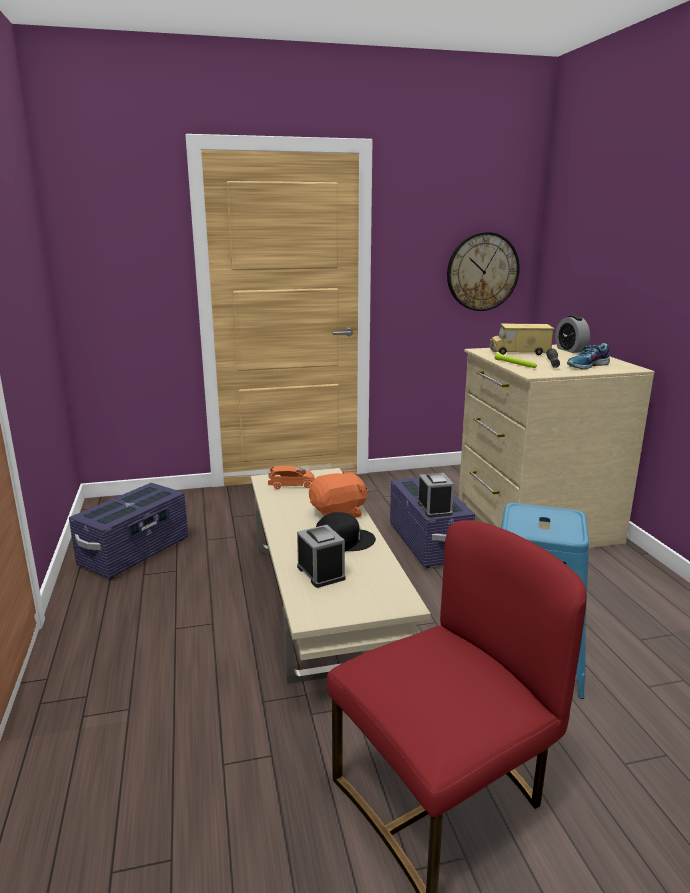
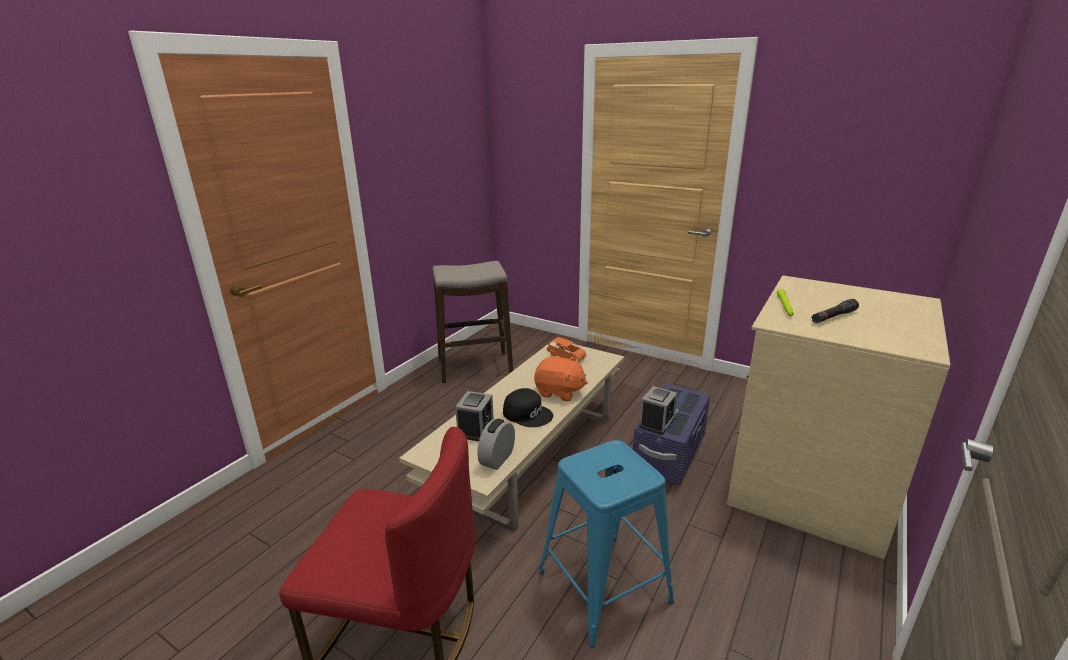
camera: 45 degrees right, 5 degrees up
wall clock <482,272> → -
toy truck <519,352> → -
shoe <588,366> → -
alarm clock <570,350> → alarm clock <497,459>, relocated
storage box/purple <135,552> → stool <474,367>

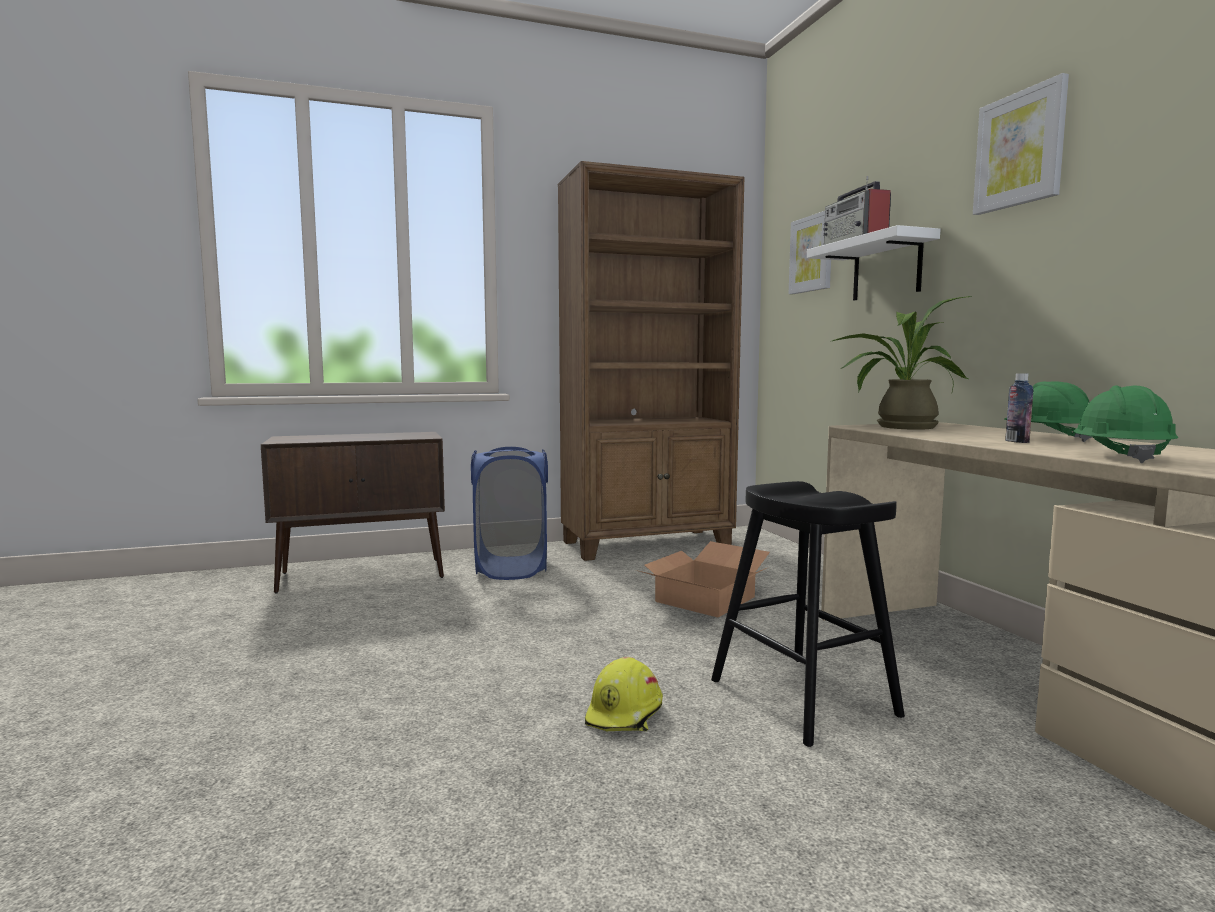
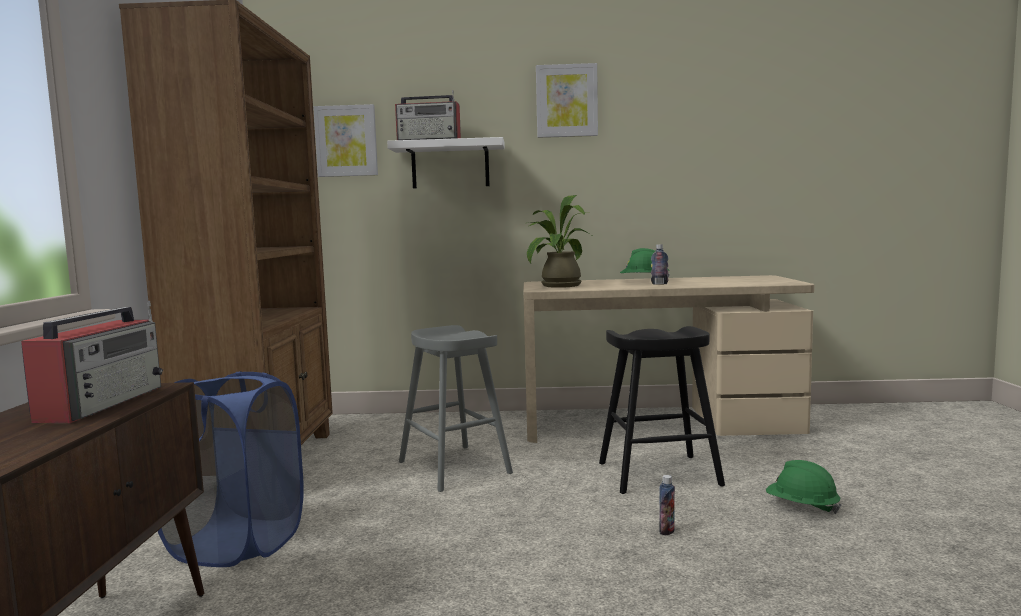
camera: 70 degrees left, 0 degrees up
- → radio <103,403>
hard hat/green <1120,457> → hard hat/green <801,507>, relocated
hard hat/yellow <625,714> → bottle <667,531>
cardboard box <704,598> → stool/grey <454,467>

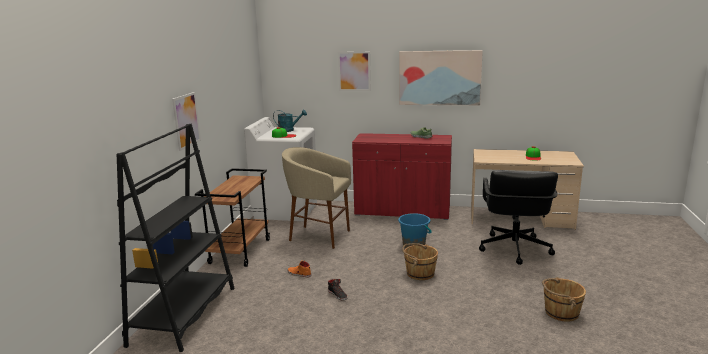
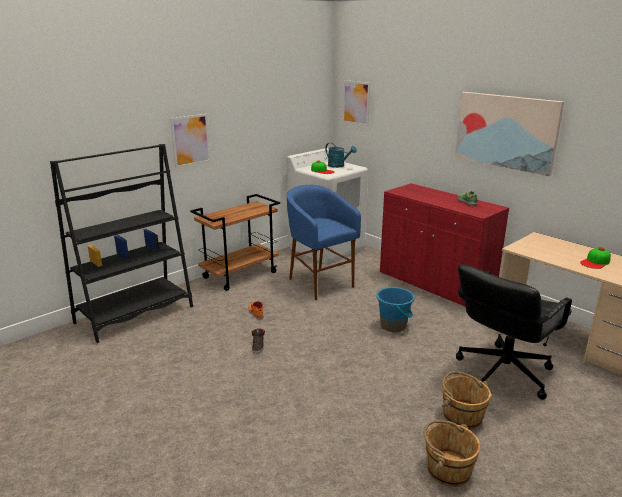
camera: 35 degrees right, 5 degrees up
picture <354,71> → picture <356,103>, relocated
bucket/brown <419,273> → bucket/brown <462,416>, relocated
stool/beige <319,236> → stool/blue <319,283>

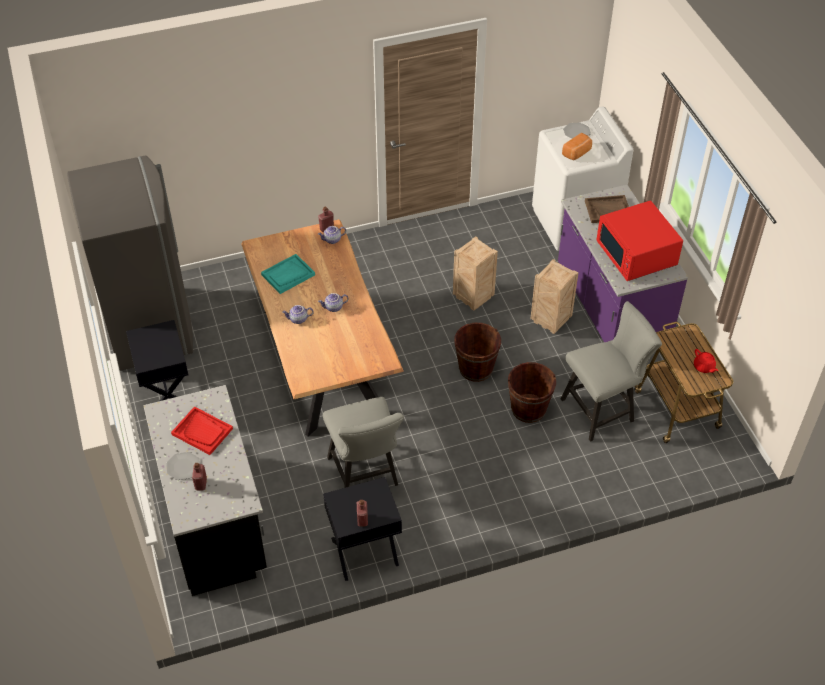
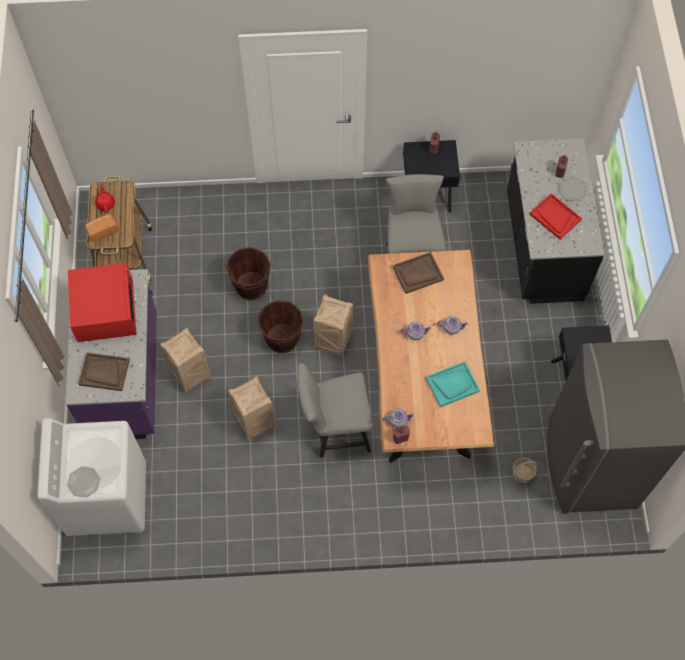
camera: 165 degrees left, 15 degrees up
- → crate <333,340>
- → tray/brown <418,273>
- → basket <522,473>
chair/grey <602,409> → chair/grey <335,430>, relocated
bread <577,153> → bread <102,231>, relocated

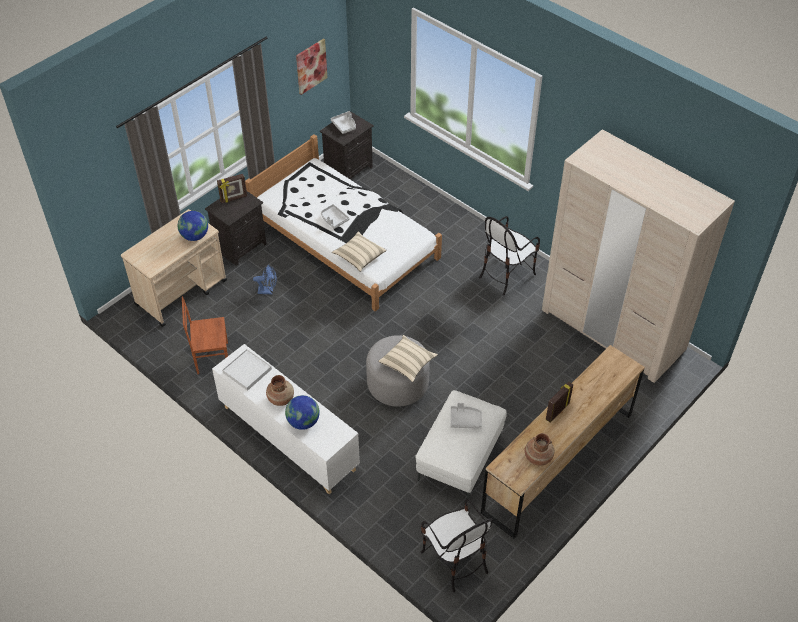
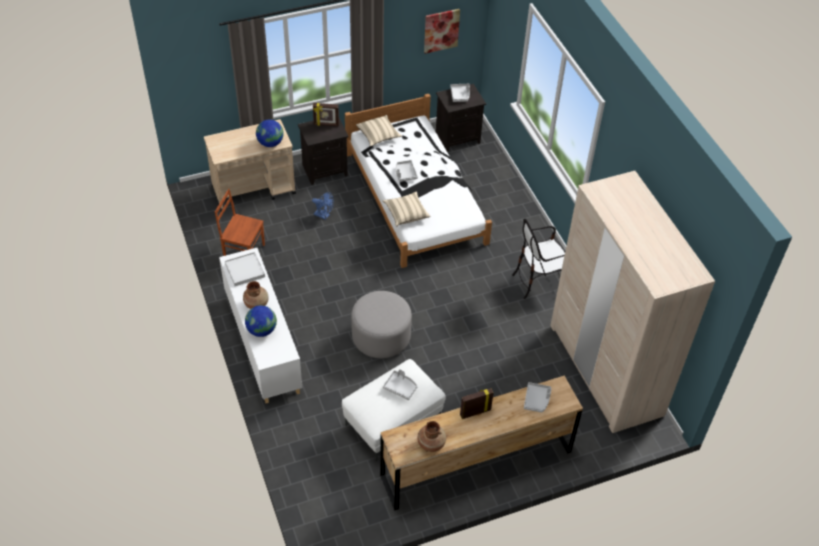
camera: 25 degrees right, 0 degrees up
chair <454,560> → -
- → tray/grey <537,400>
pillow/beige <407,363> → pillow/beige <378,136>, relocated

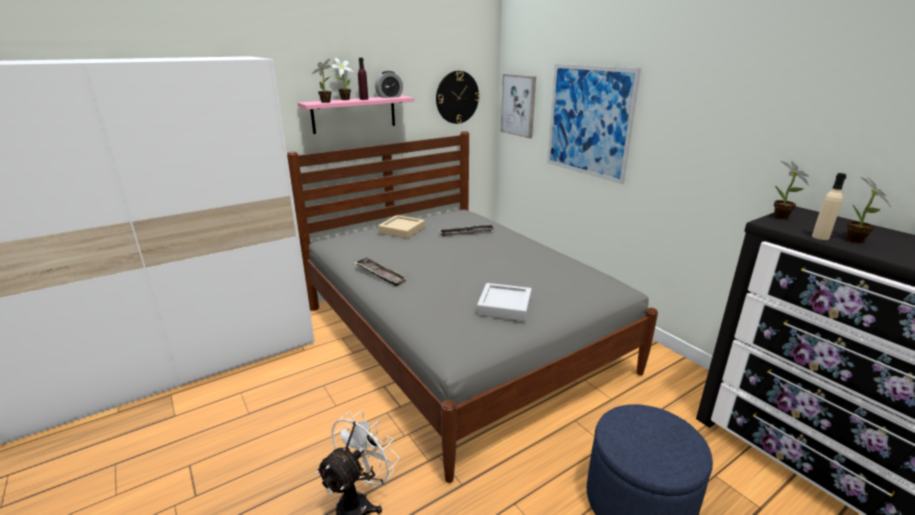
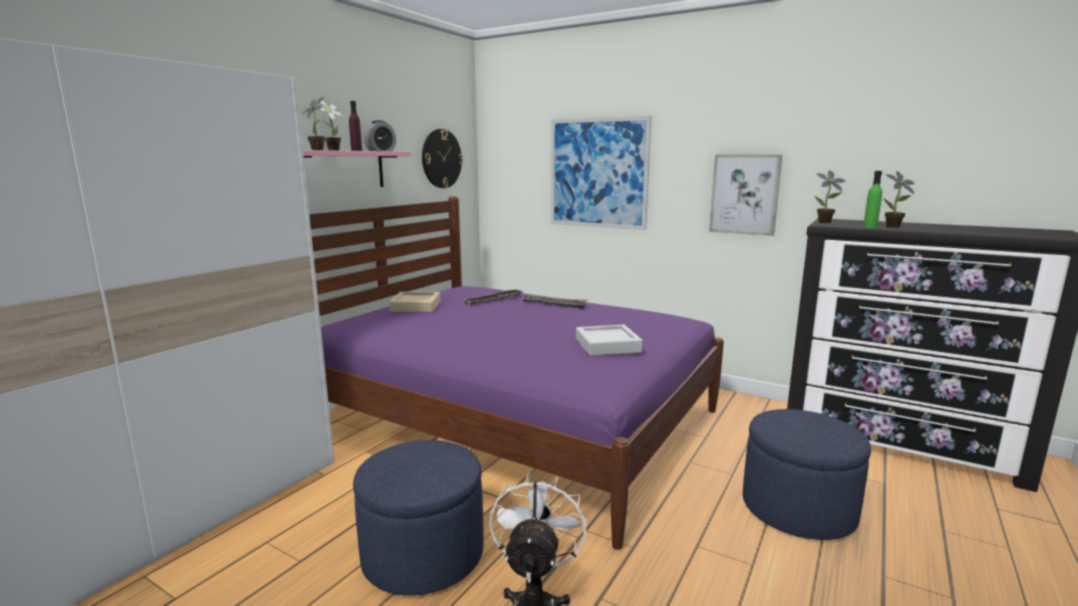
camera: 25 degrees left, 10 degrees down
- → ottoman/blue <423,554>
tray <380,274> → tray <554,305>, relocated
picture <518,105> → picture <744,194>, relocated
bed/grey <458,338> → bed/purple <512,421>
bottle/beige <820,237> → bottle/green <870,227>

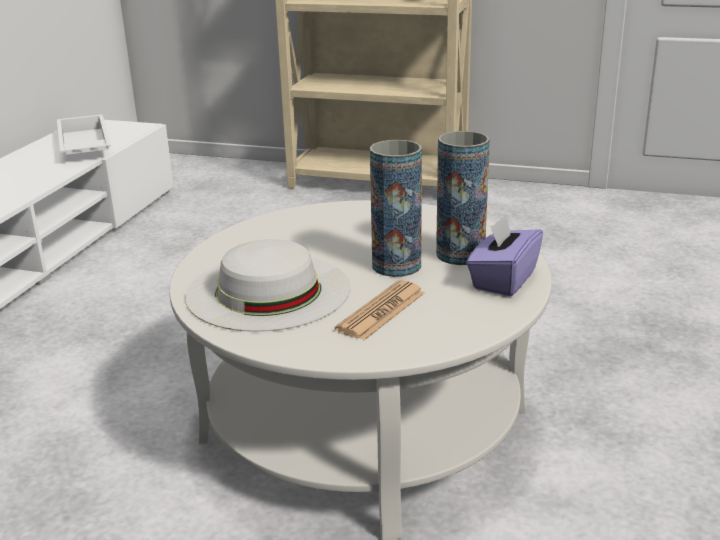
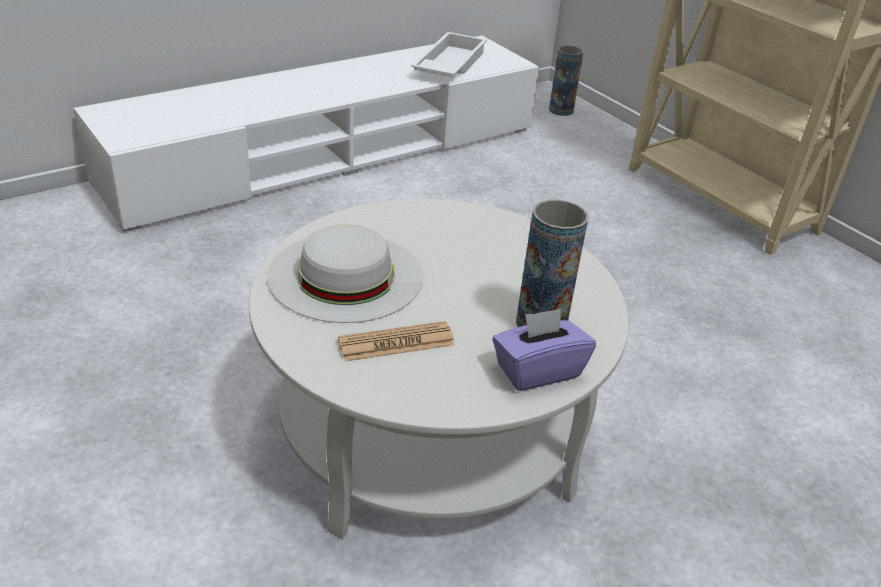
camera: 35 degrees right, 10 degrees up
vase <396,265> → vase <561,110>, relocated

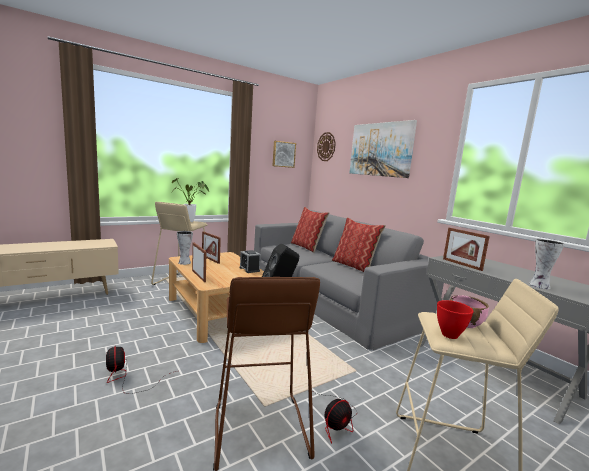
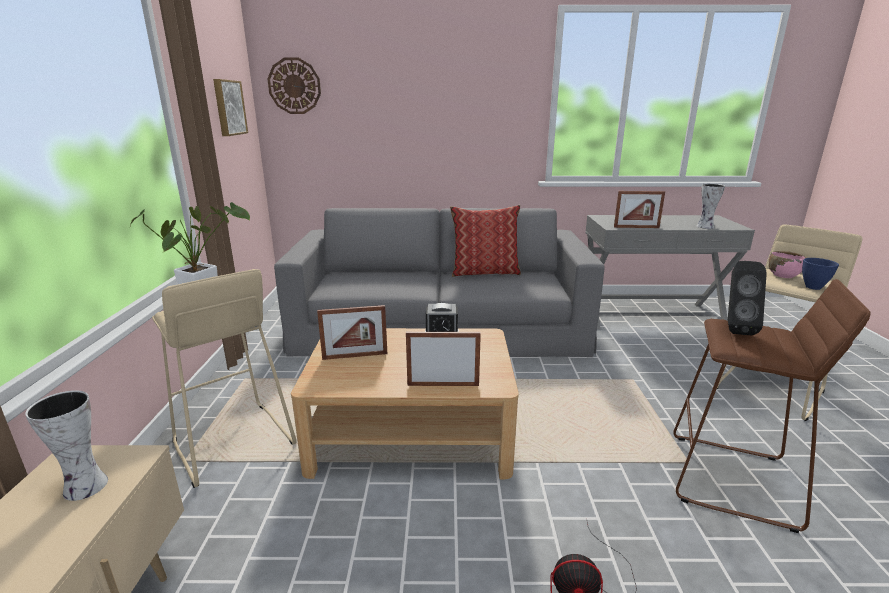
camera: 55 degrees left, 10 degrees up
pillow <307,247> → -
fan <336,421> → -
picture <380,149> → -
vase <184,262> → vase <83,487>, relocated
bowl/red <448,334> → bowl/blue <812,287>

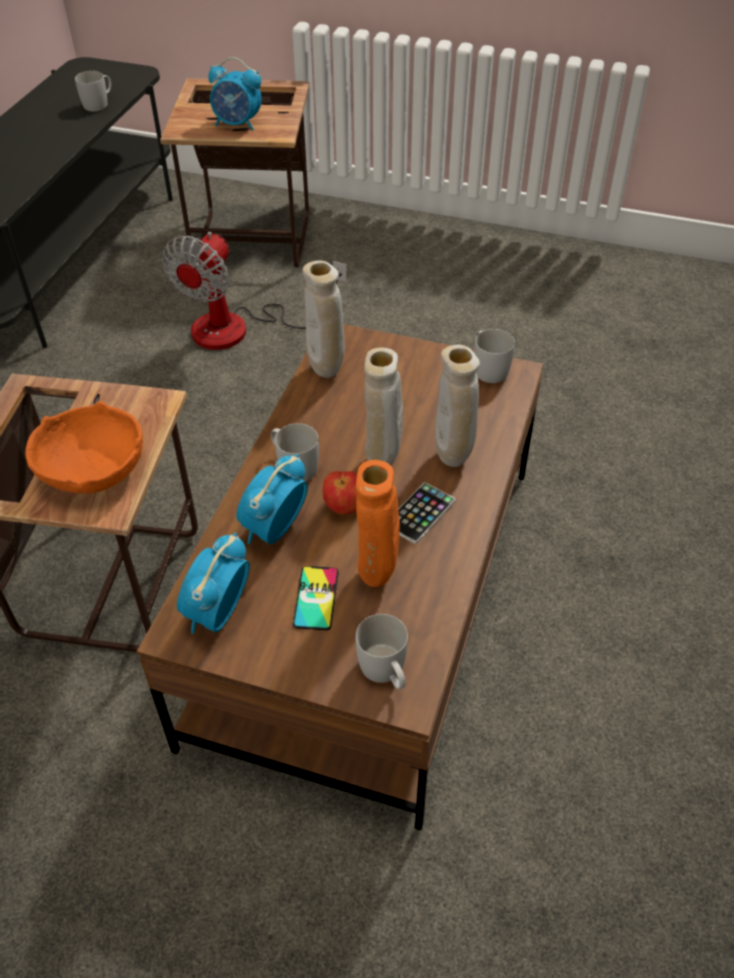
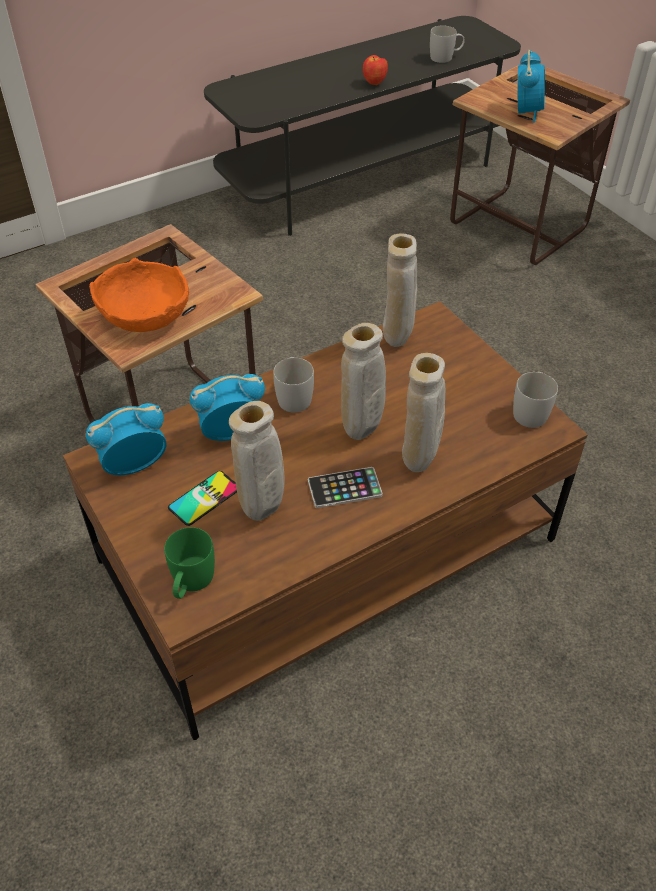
camera: 40 degrees right, 0 degrees up
fan <240,328> → -
apple <344,508> → apple <374,83>, relocated
vase/orange <377,576> → vase/beige <262,512>
mug/white <386,672> → mug/green <190,583>
alarm clock <238,124> → alarm clock <526,112>, 135 degrees counterclockwise

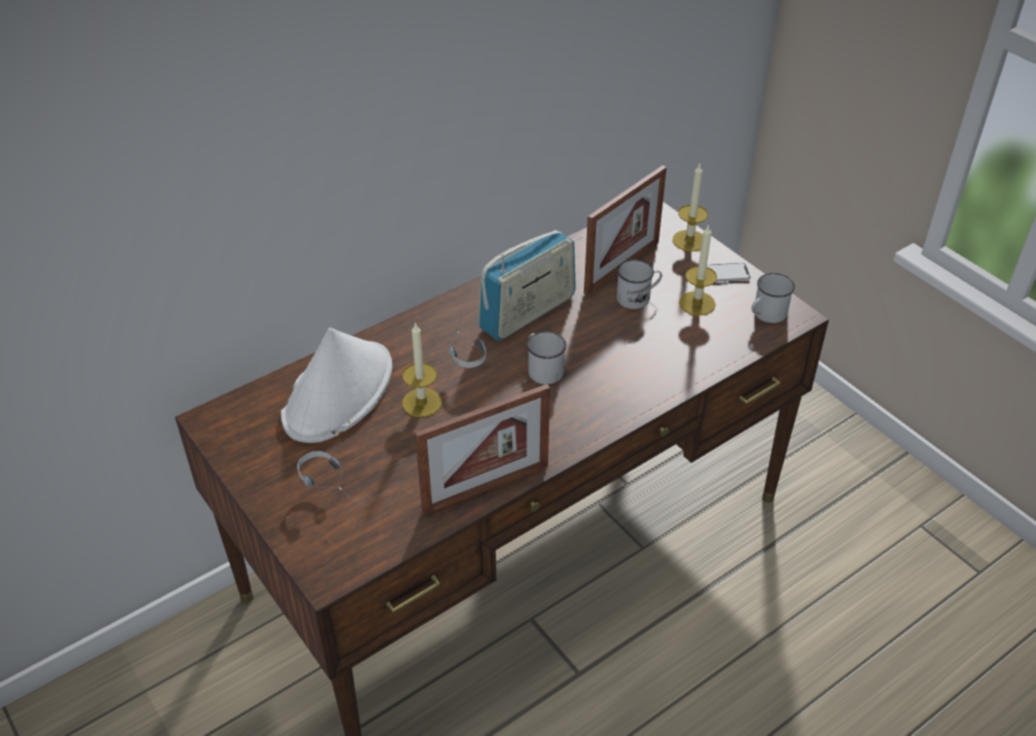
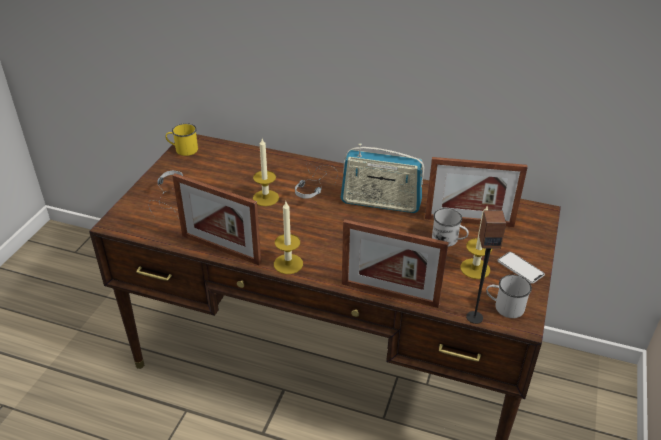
camera: 55 degrees right, 5 degrees down
hat/white <338,392> → -
mug/white <542,368> → -
- → mug/yellow <183,150>
- → picture frame <389,294>
- → speaker <474,317>
candle <689,240> → candle <288,264>, relocated

